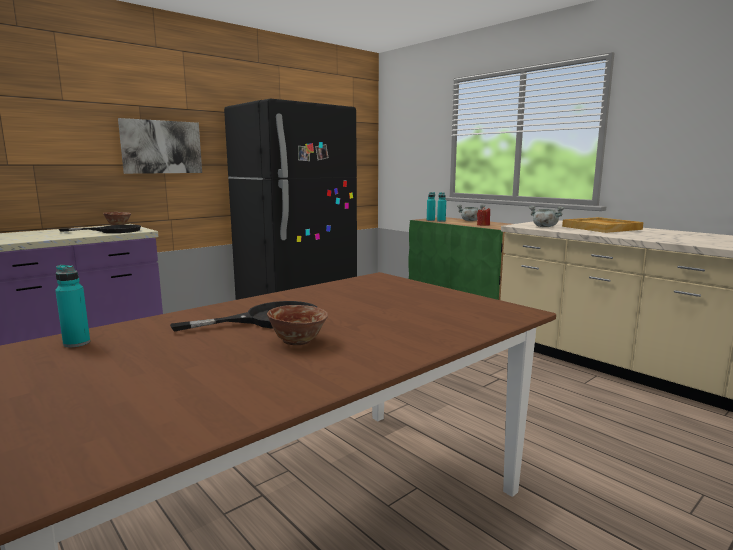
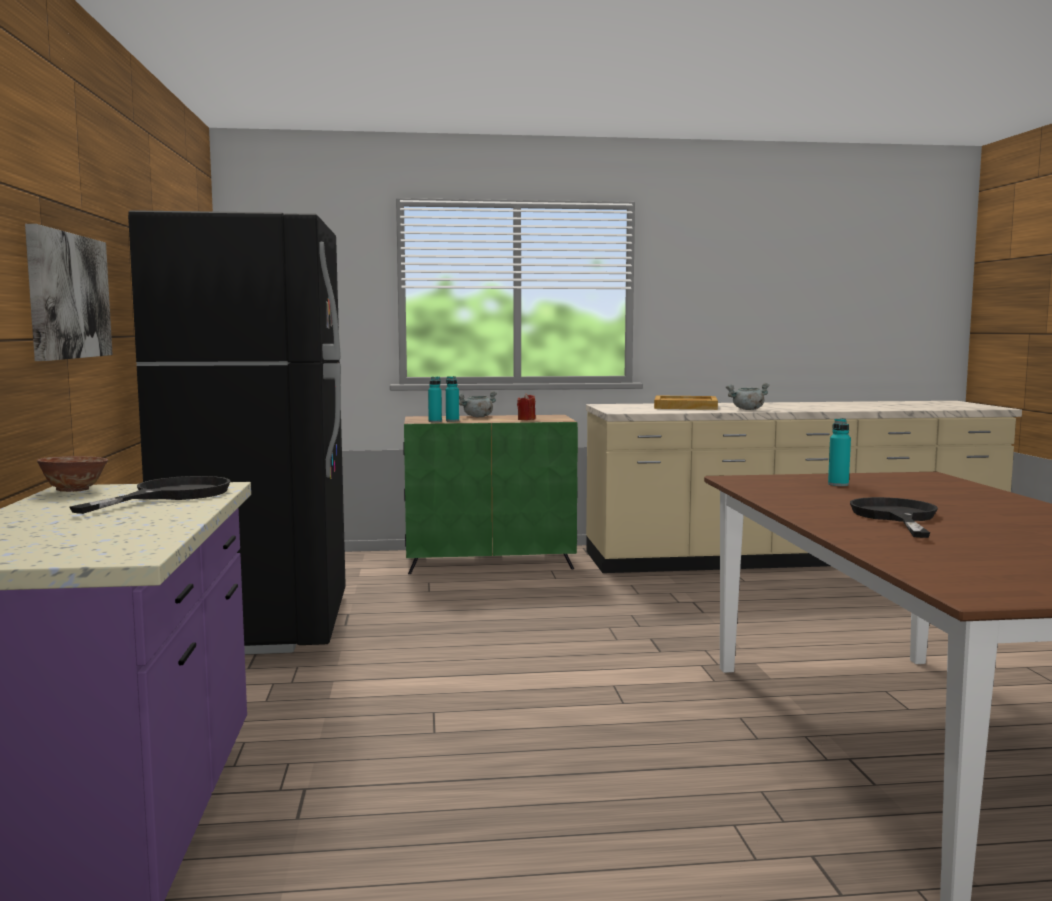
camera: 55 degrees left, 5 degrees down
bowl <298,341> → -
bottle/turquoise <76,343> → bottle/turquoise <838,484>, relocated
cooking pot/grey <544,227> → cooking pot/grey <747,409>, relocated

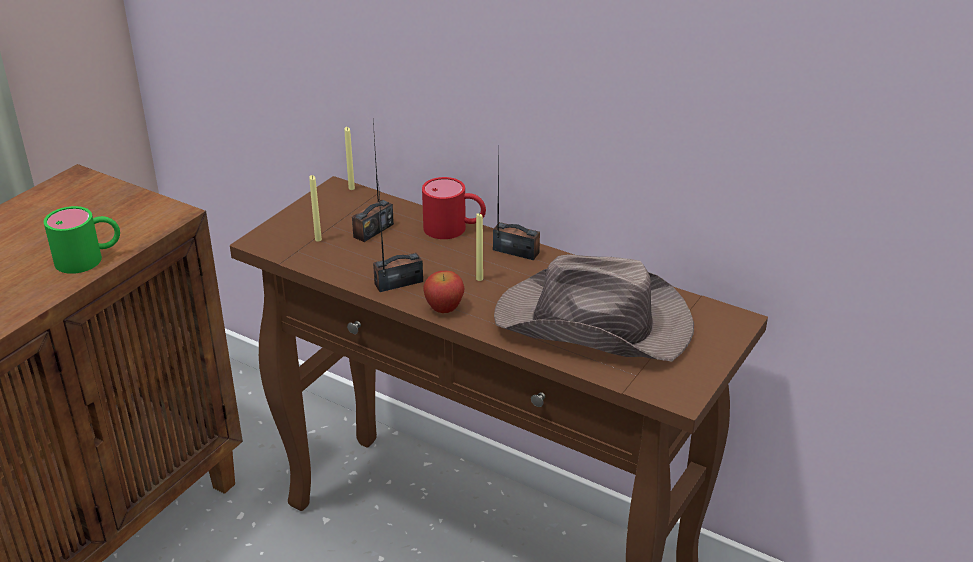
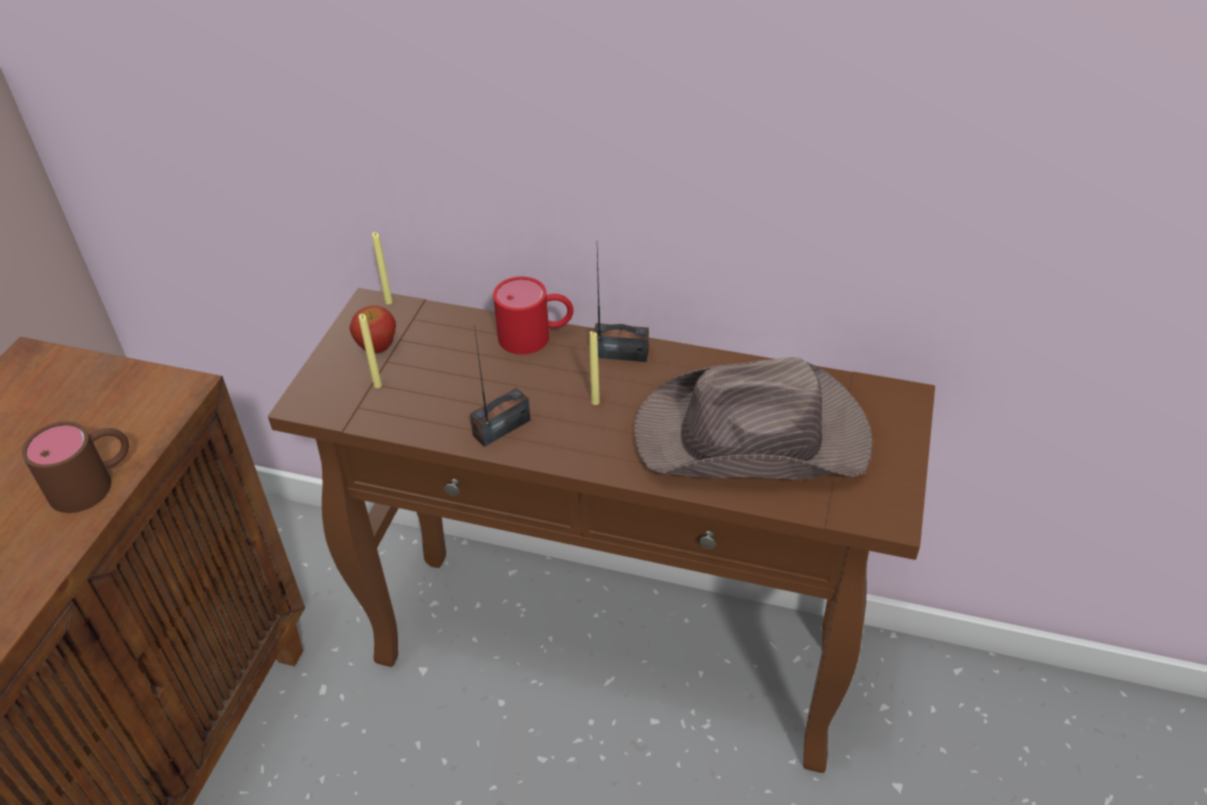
camera: 15 degrees left, 10 degrees up
radio <373,230> → -
apple <444,307> → apple <377,346>, relocated
mug/green <89,258> → mug/brown <94,482>

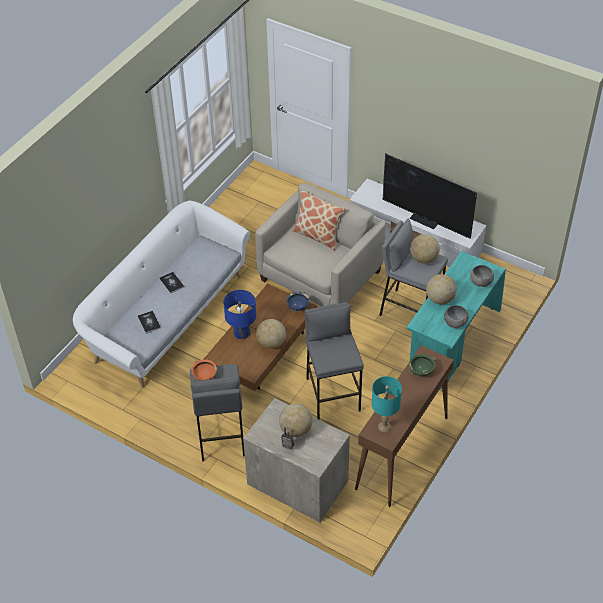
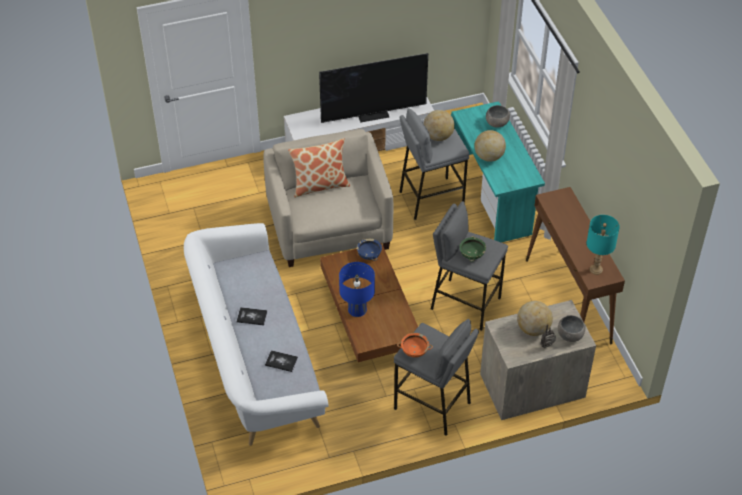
camera: 50 degrees left, 0 degrees up
globe <271,343> → -
bowl/green <421,370> → bowl/green <472,254>, relocated
bowl/grey <455,322> → bowl/grey <570,335>, relocated

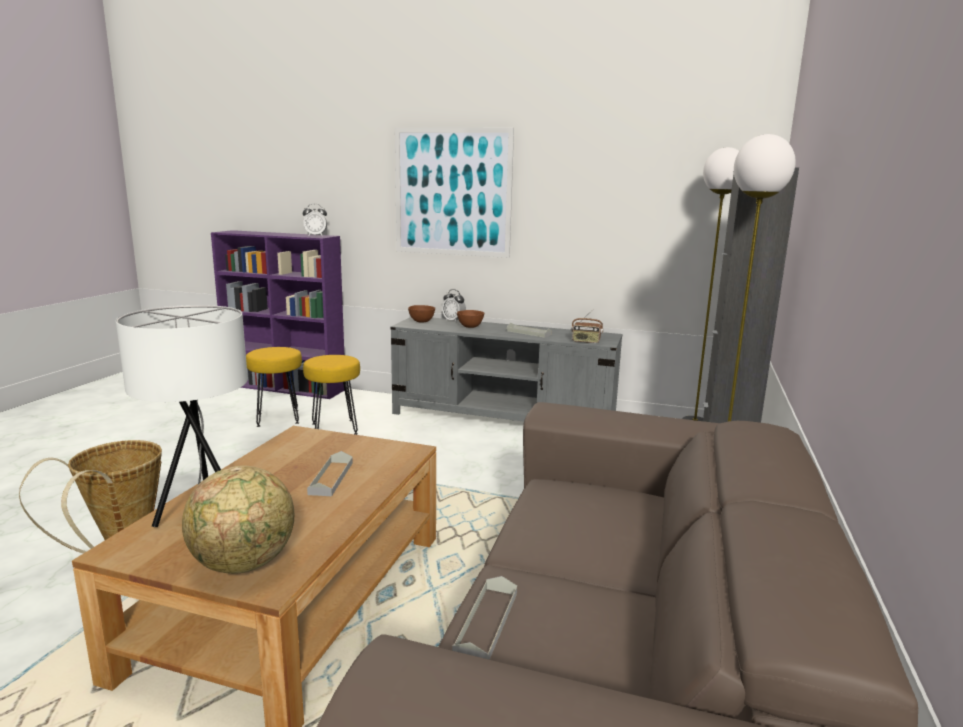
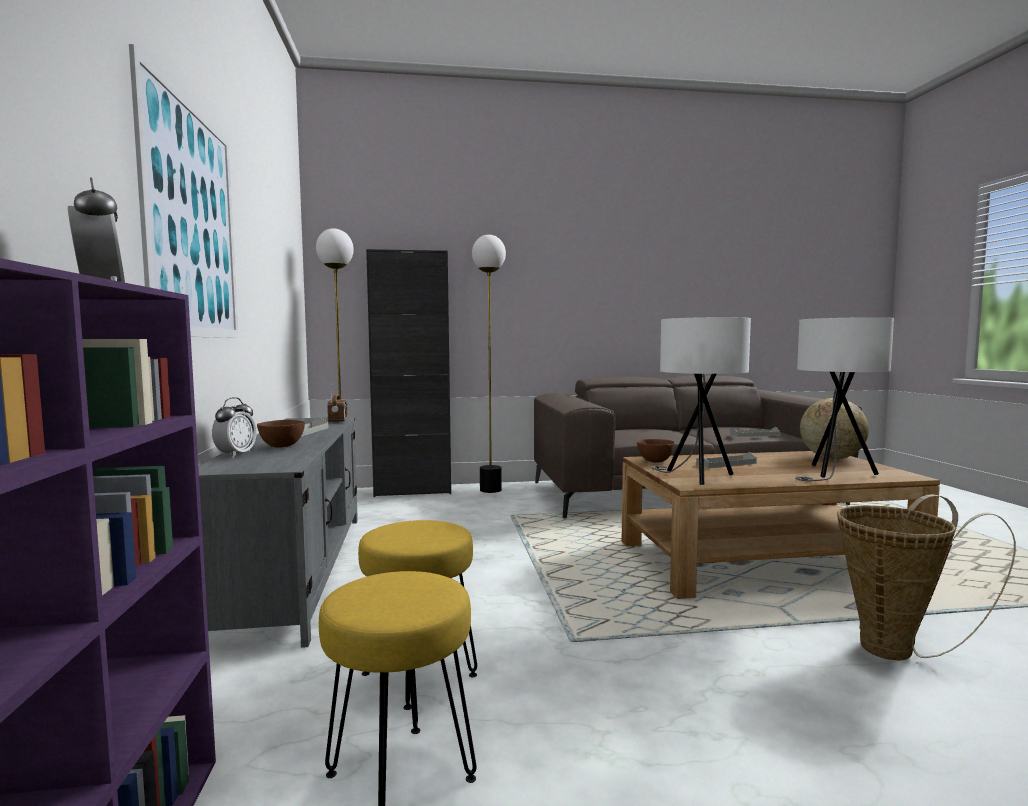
camera: 115 degrees left, 10 degrees down
- → table lamp/white <697,477>
bowl/brown <421,321> → bowl/brown <655,461>, relocated

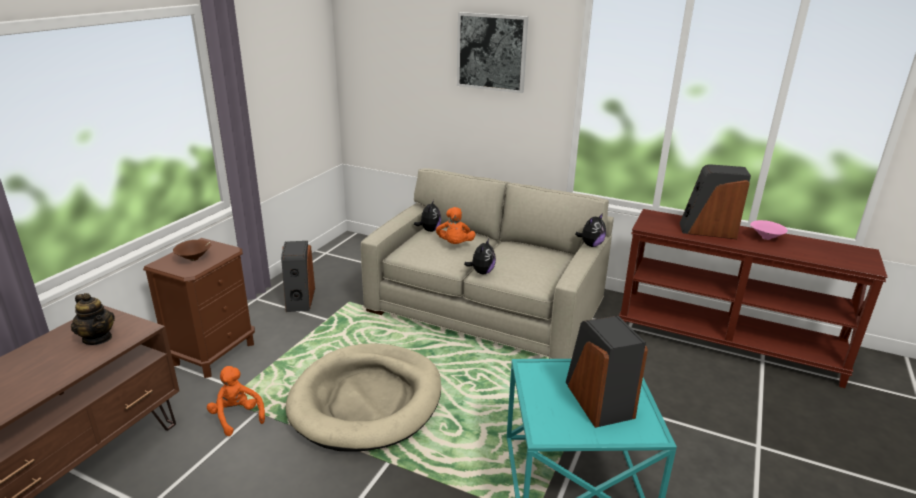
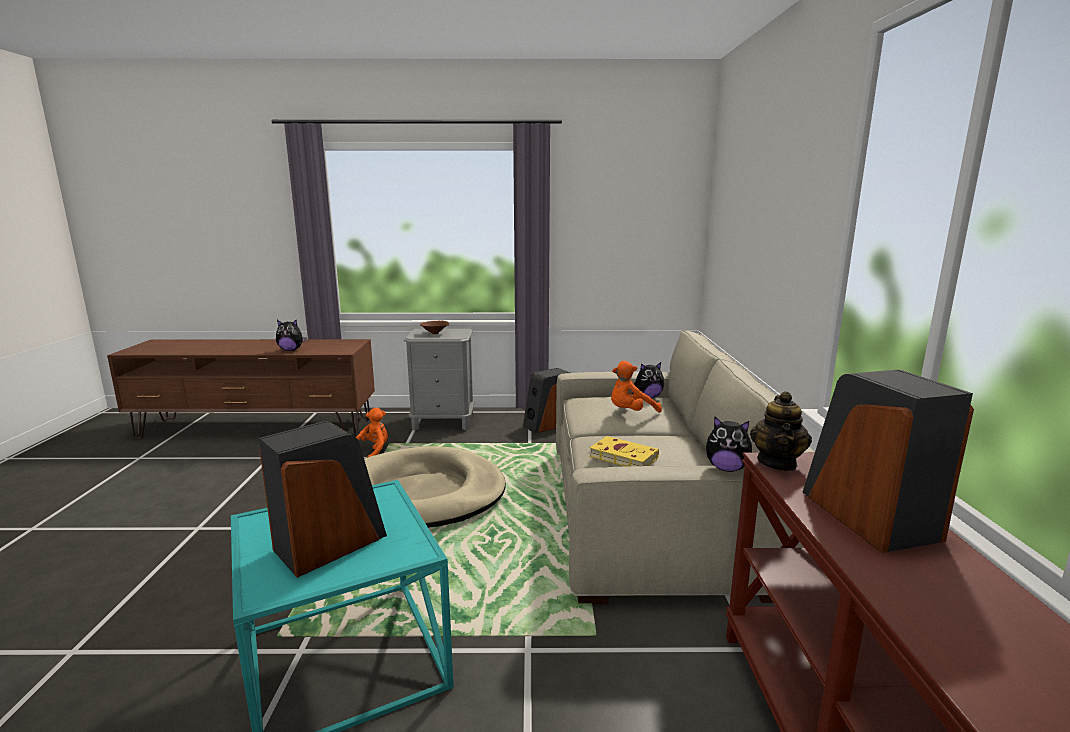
camera: 65 degrees right, 10 degrees down
picture <492,52> → -
bowl/pink <765,238> → -
- → book/yellow <621,457>
teapot <98,338> → teapot <777,463>, relocated
plush toy <481,272> → plush toy <291,350>, relocated
nightstand/brown <214,353> → nightstand/grey <443,422>

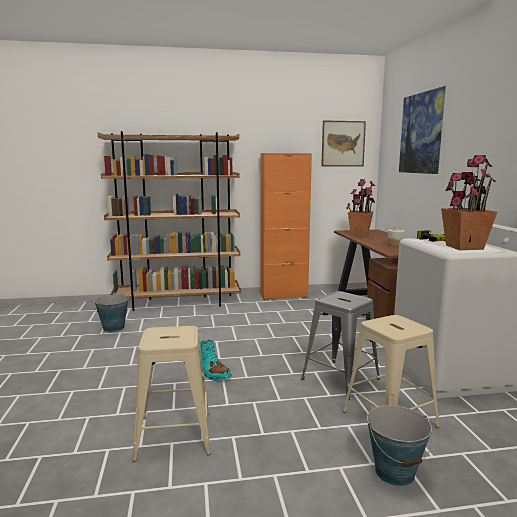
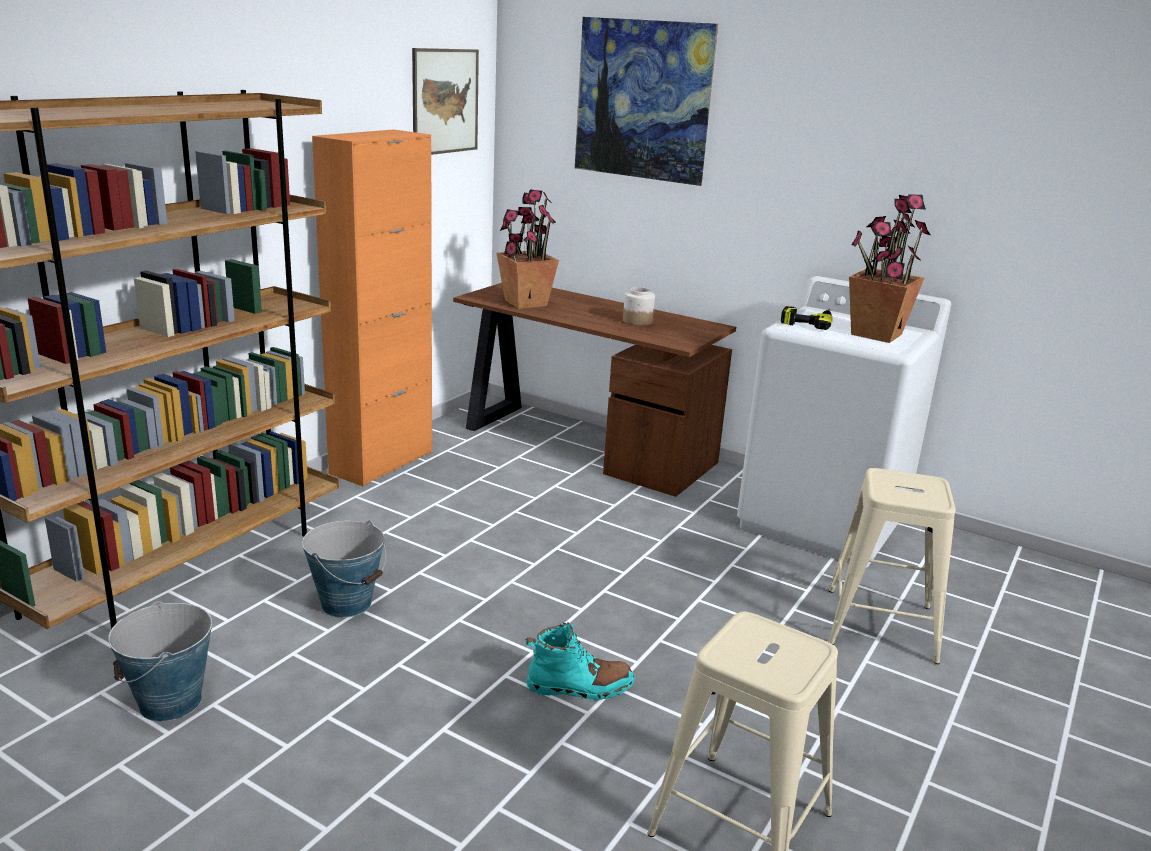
camera: 50 degrees left, 10 degrees up
stool/grey <340,379> → -
bucket <395,472> → bucket <346,603>, relocated

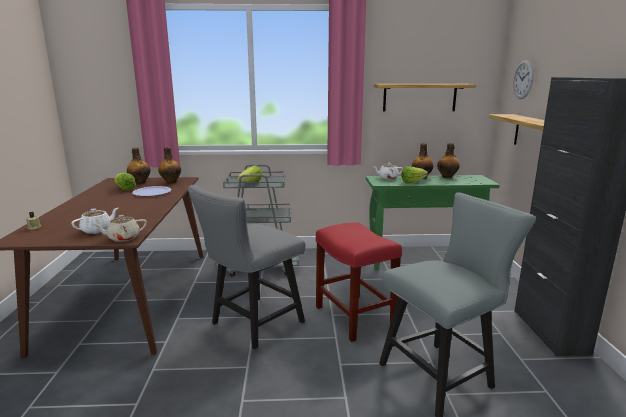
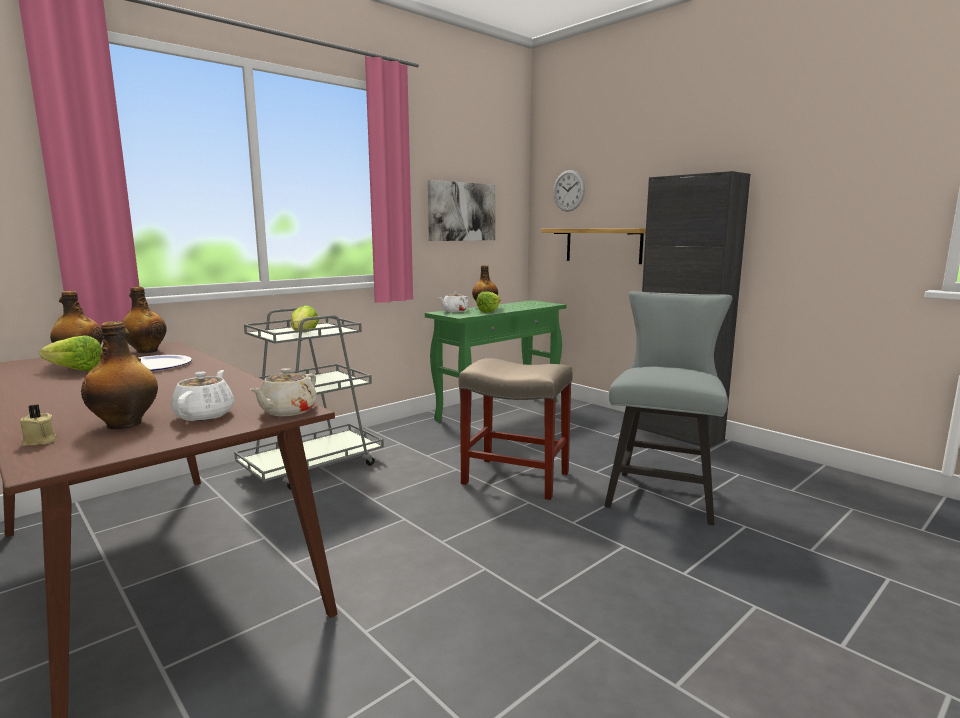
camera: 40 degrees left, 5 degrees down
chair/grey <252,325> → -
bottle <447,177> → bottle <126,424>, relocated
shelf <419,97> → picture <461,211>
stool/red <353,316> → stool/beige <514,478>

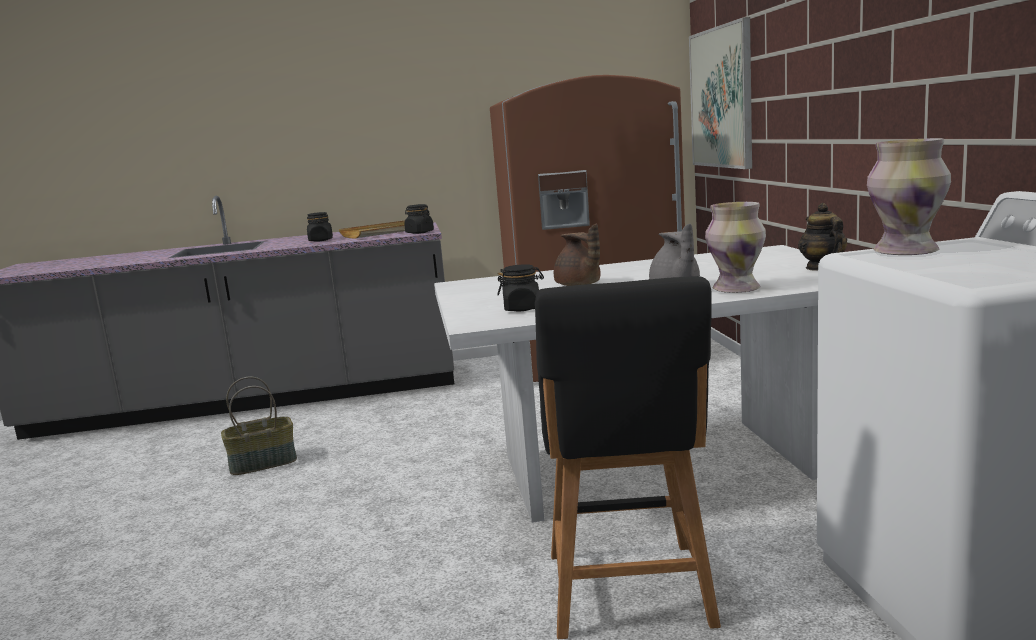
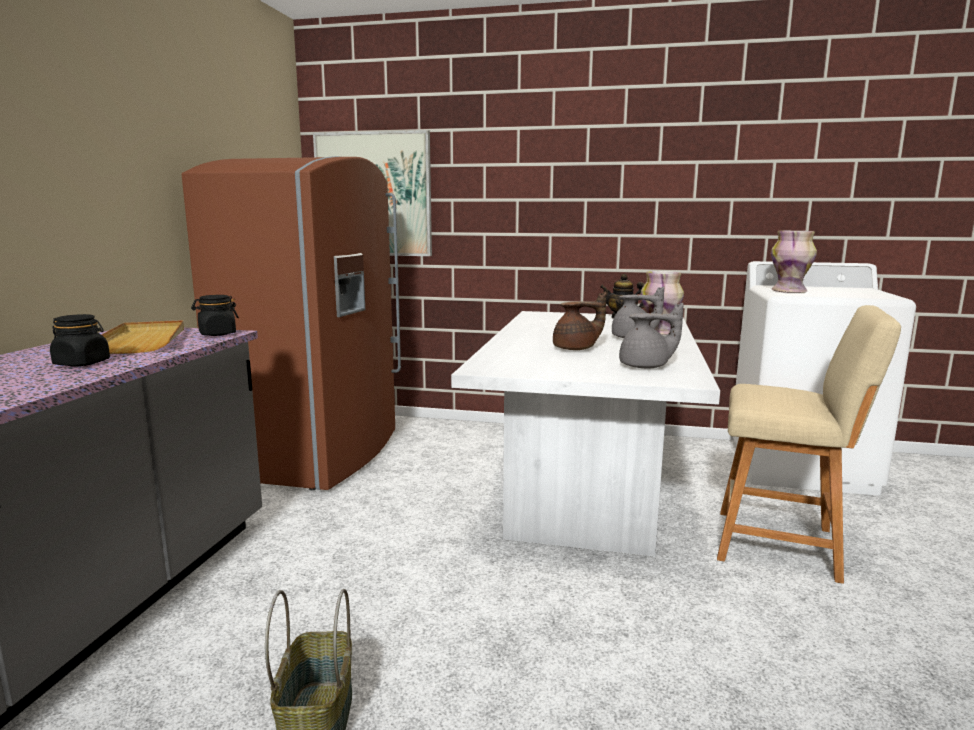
camera: 70 degrees left, 0 degrees up
jar/black <522,308> → teapot/grey <646,367>
stool/black <629,594> → stool/beige <784,545>

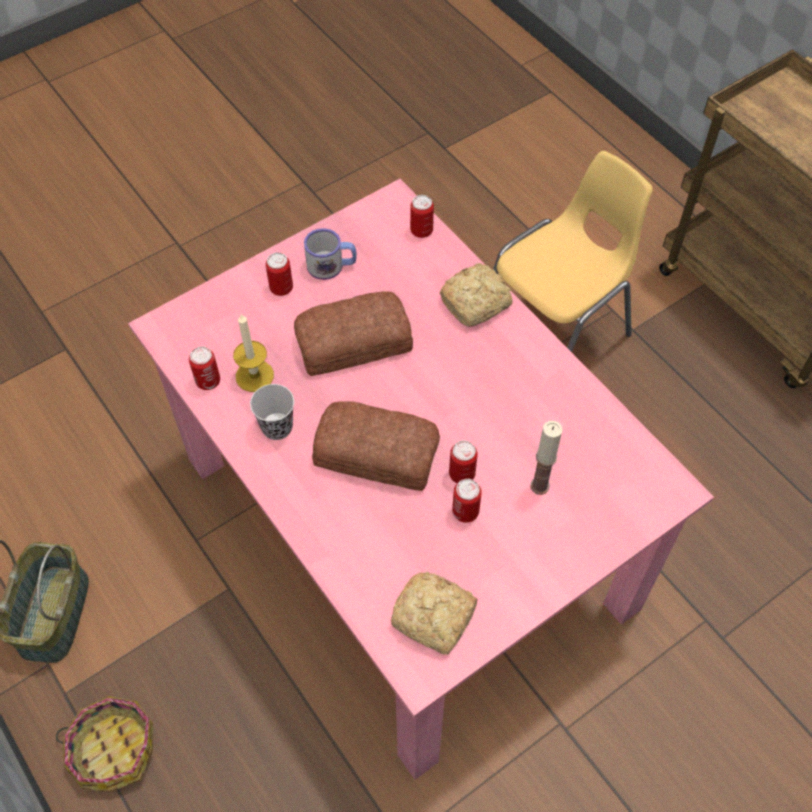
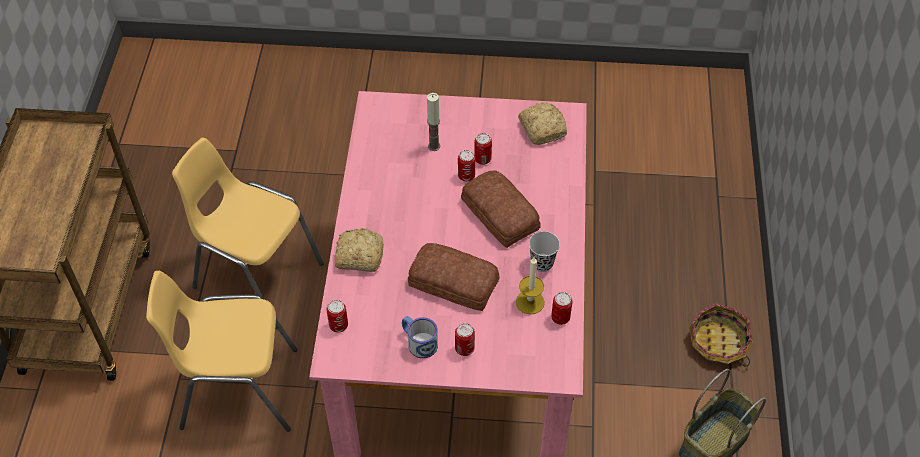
camera: 140 degrees left, 5 degrees down
- → chair/yellow <256,275>

